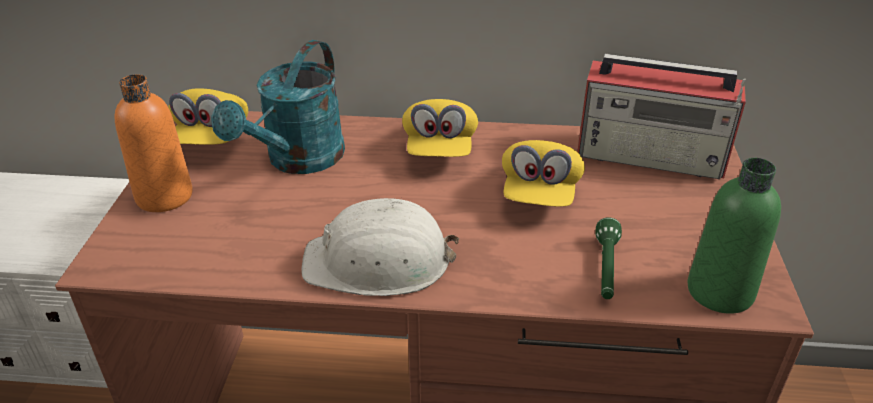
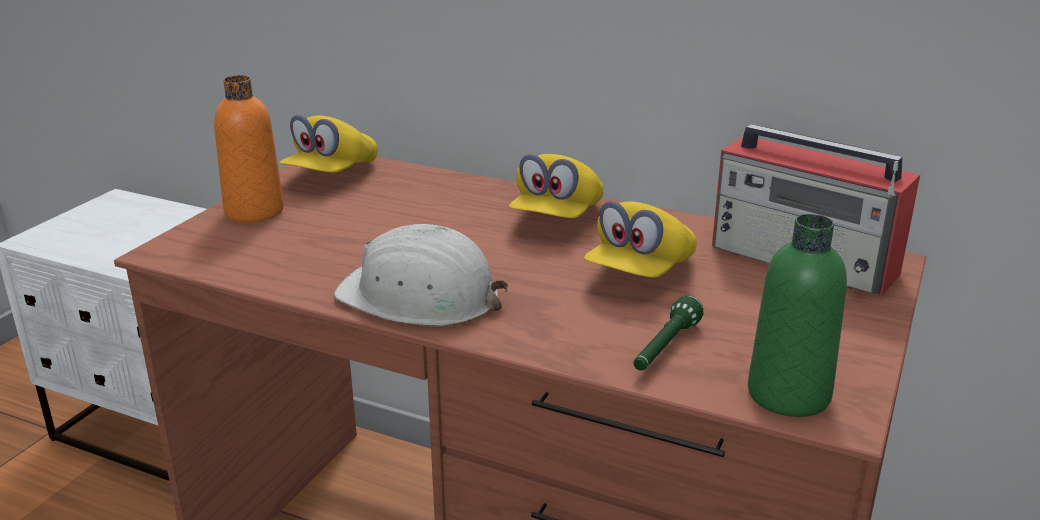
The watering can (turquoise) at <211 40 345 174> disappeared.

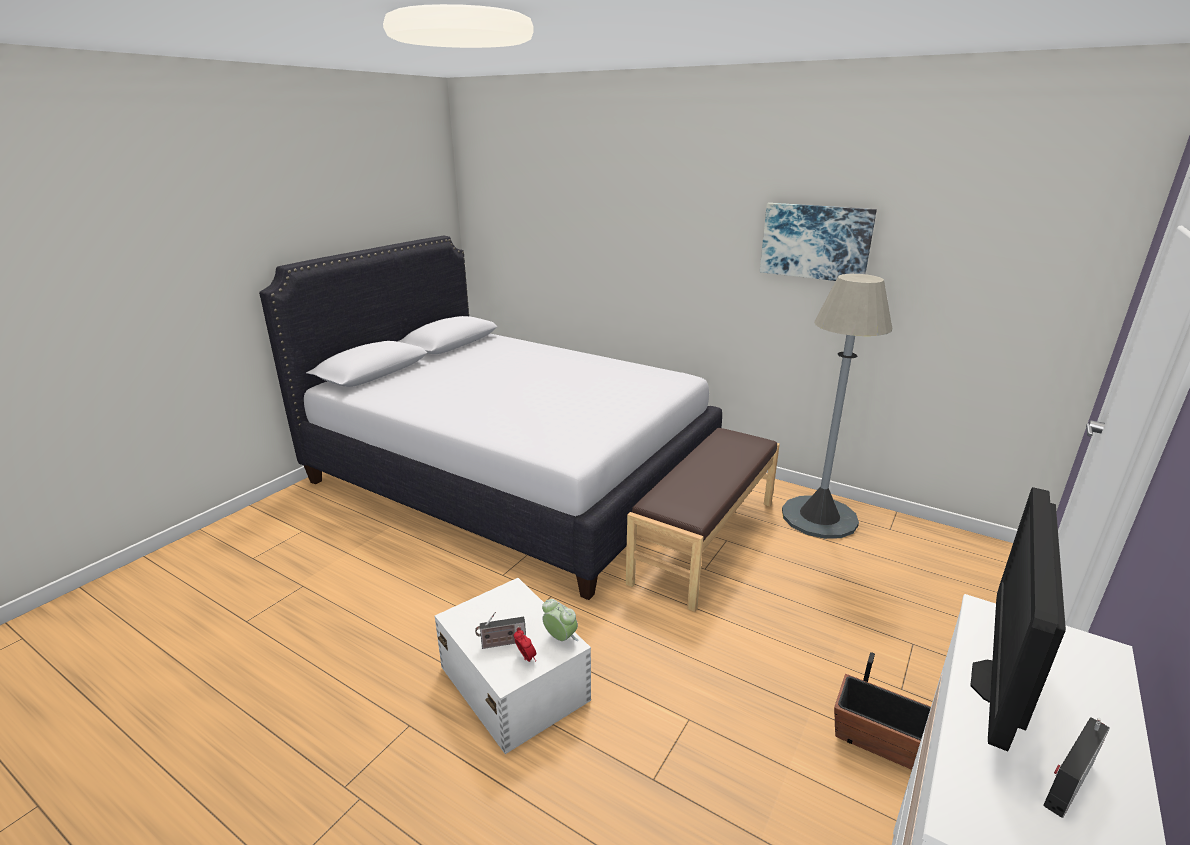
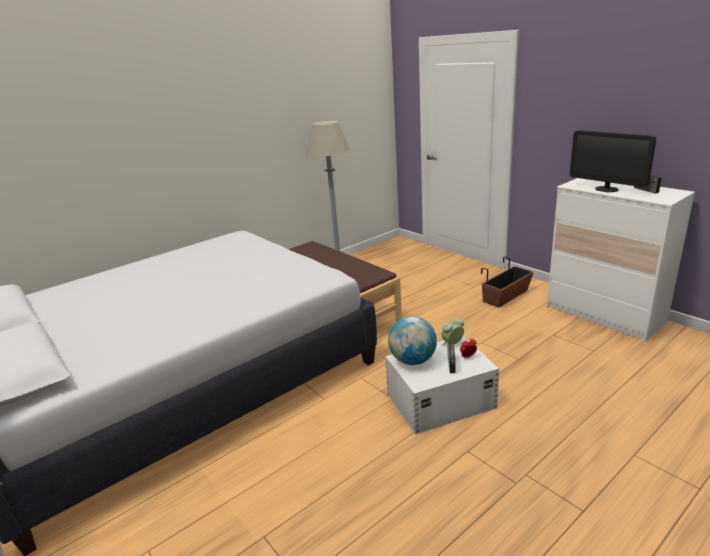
The picture at <760 203 877 281> disappeared.
The globe at <388 316 437 365> appeared.

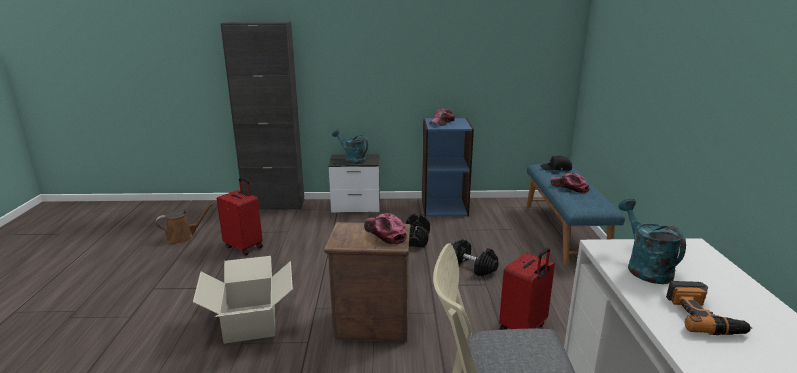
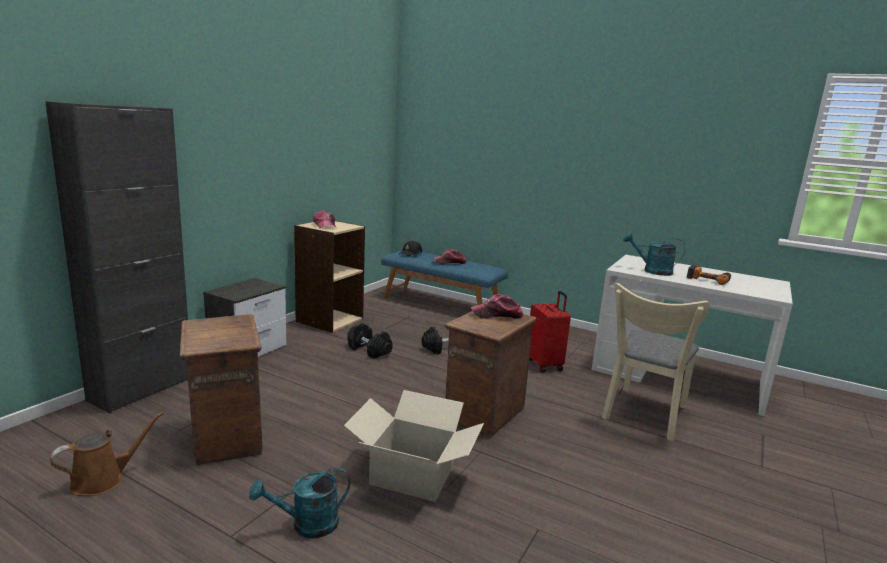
The watering can (brown) at <156 202 214 244> turned 45 degrees clockwise.
The suitcase (red) at <217 178 263 255> was replaced by the crate at <180 314 262 465>.
The watering can (turquoise) moved from <332 129 368 164> to <249 467 350 538>.
The bookcase (blue) at <422 118 474 216> became the bookcase (beige) at <294 221 365 333>.

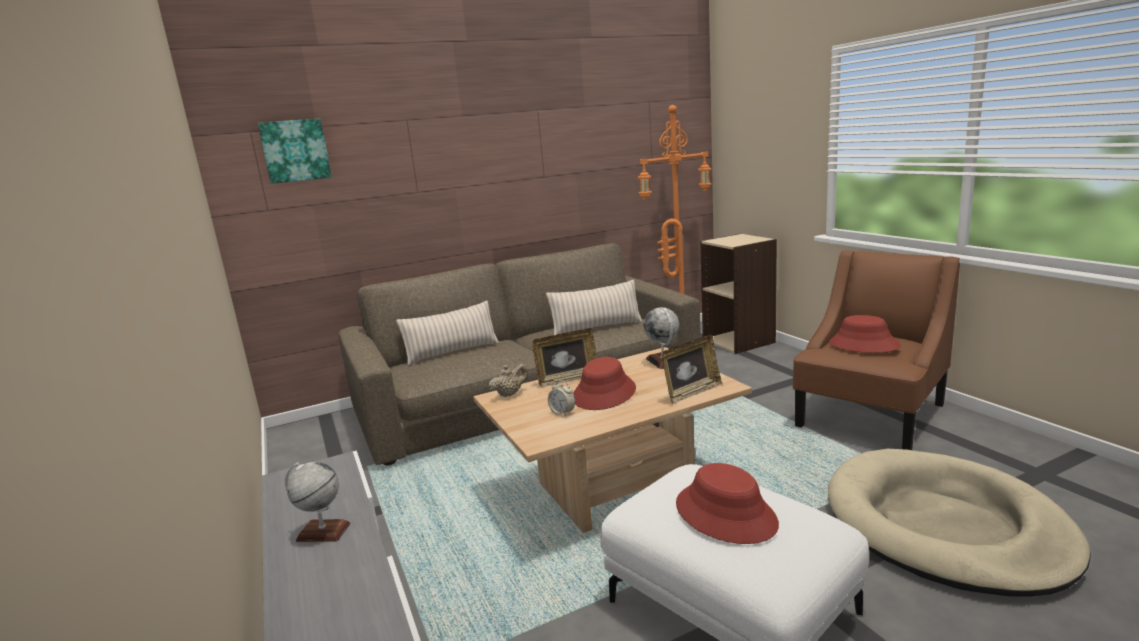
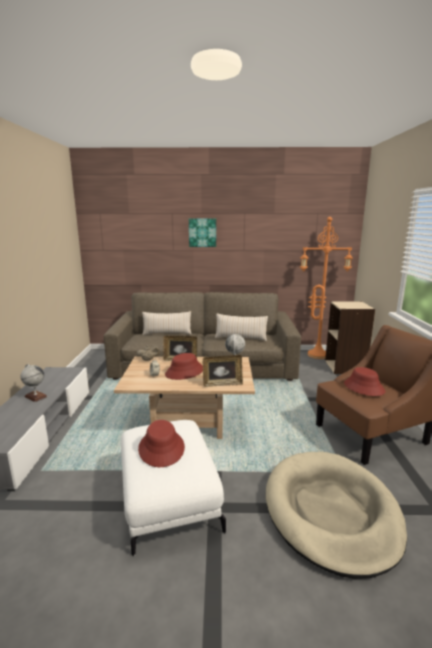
The picture moved from <258 118 332 184> to <189 219 216 247>.

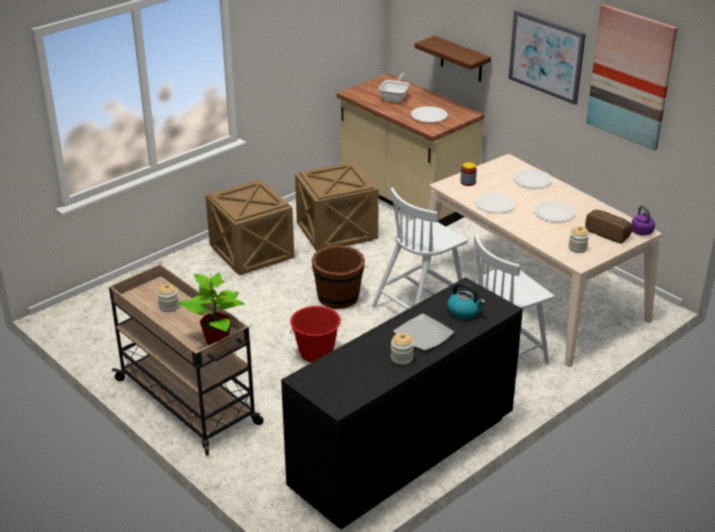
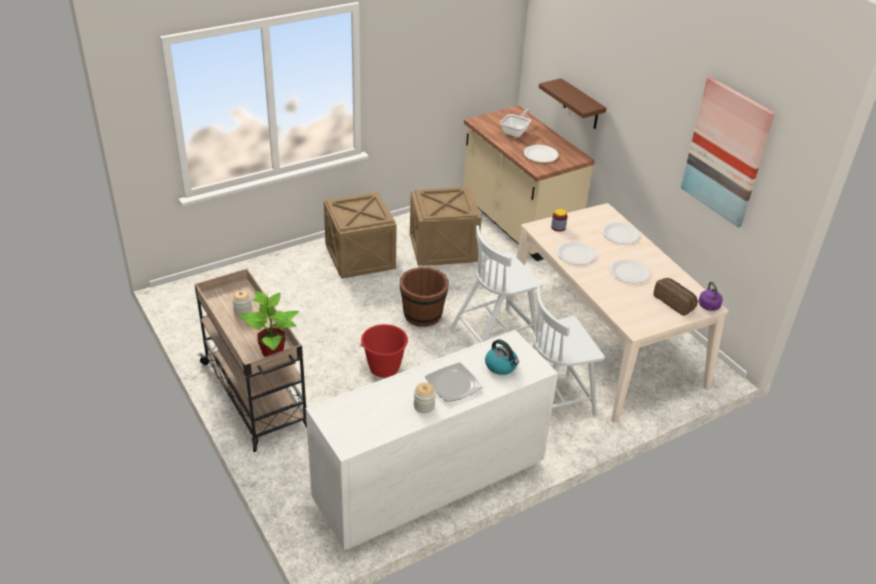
The dresser (black) at <281 277 523 529> became the dresser (white) at <306 330 558 550>.
The picture at <508 10 586 105> disappeared.
The jar at <568 226 589 253> disappeared.

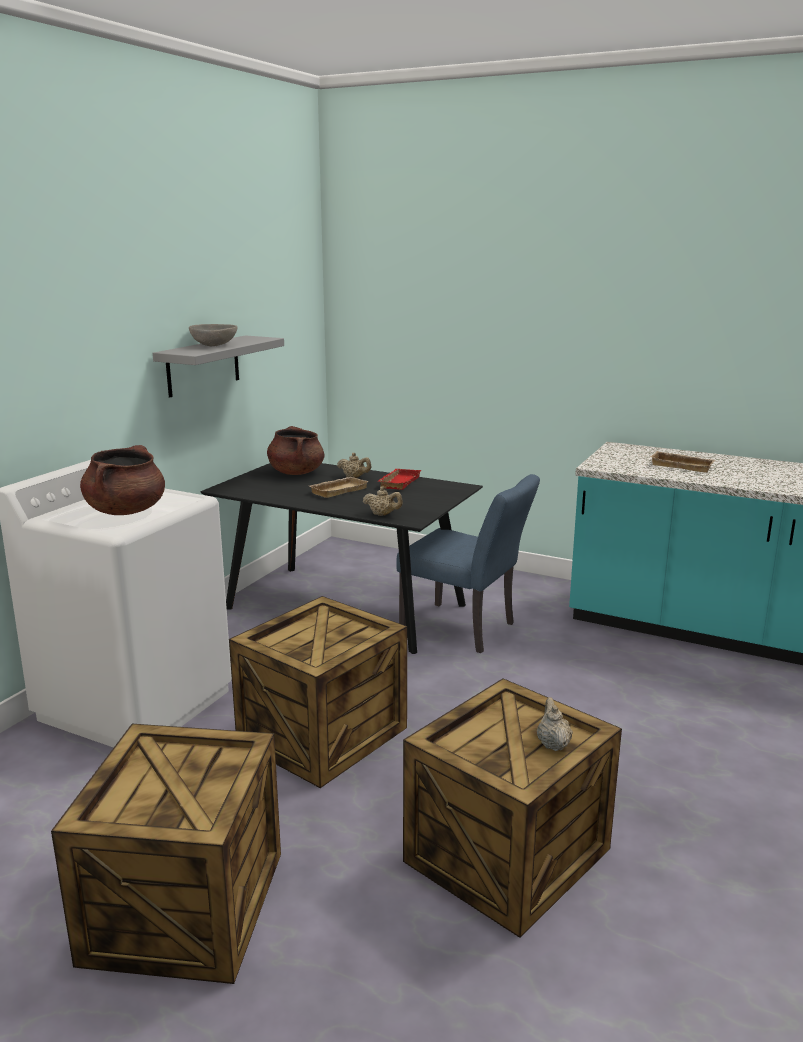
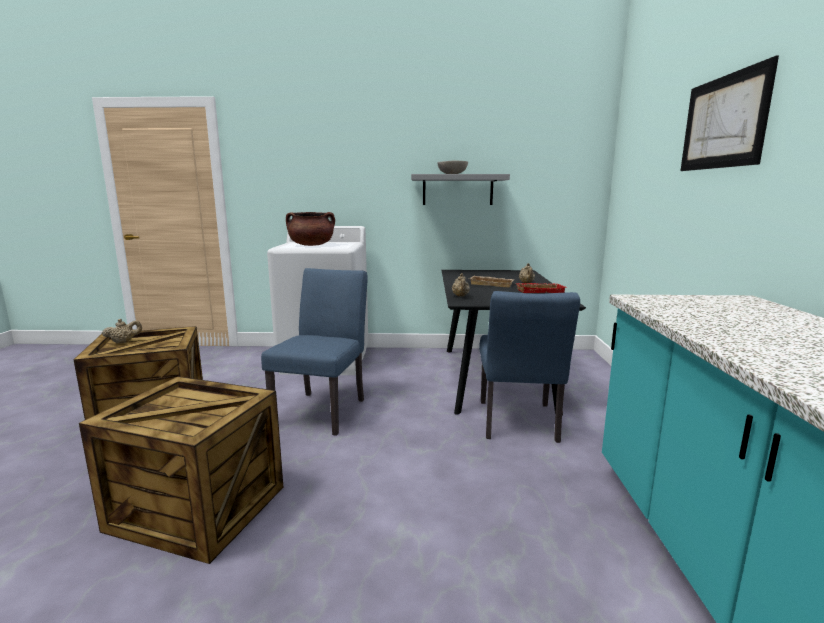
The crate at <229 596 407 788> was replaced by the chair (blue) at <261 268 368 436>.
The cooking pot (brown) at <267 426 325 475> disappeared.
The teapot (beige) moved from <537 697 573 751> to <102 319 142 344>.
The tray (beige) at <650 451 715 473> disappeared.
The picture at <680 56 779 171> appeared.

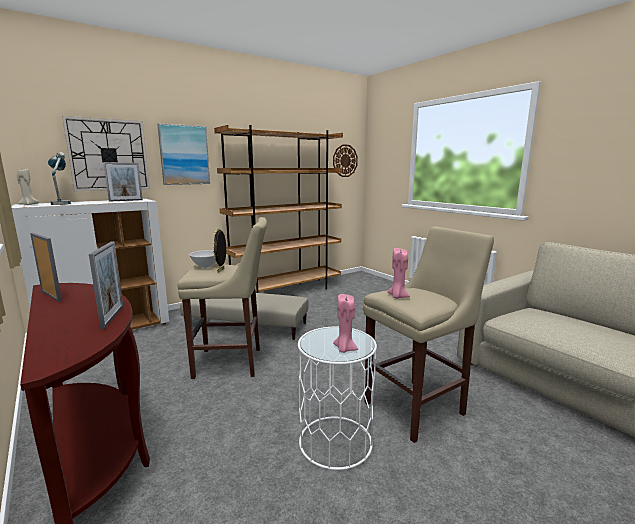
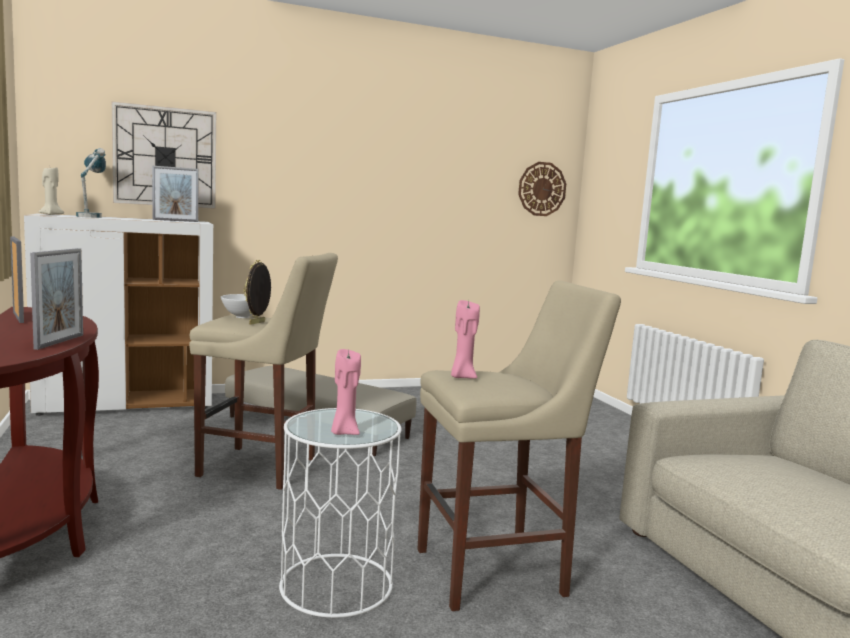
The picture at <157 123 210 185> disappeared.
The bookcase (brown) at <214 125 343 293> disappeared.

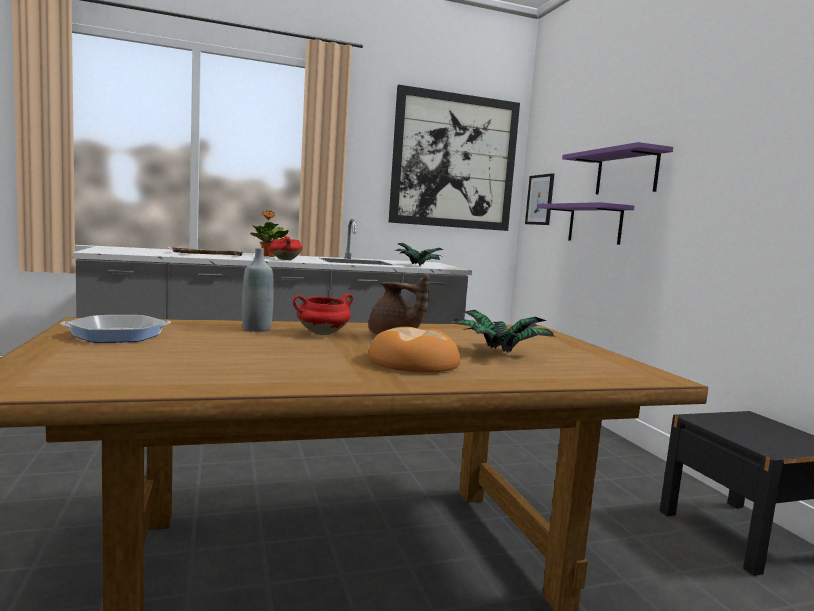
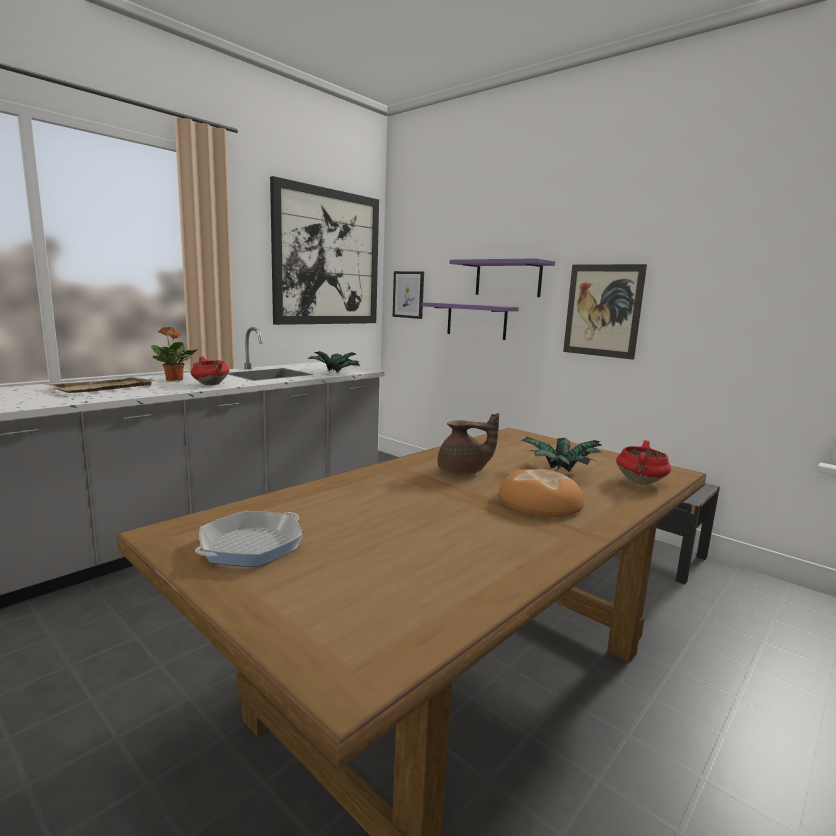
The bottle (grey) at <242 248 274 332> disappeared.
The cooking pot (red) moved from <293 293 353 335> to <616 440 671 485>.
The picture at <563 264 647 360> appeared.

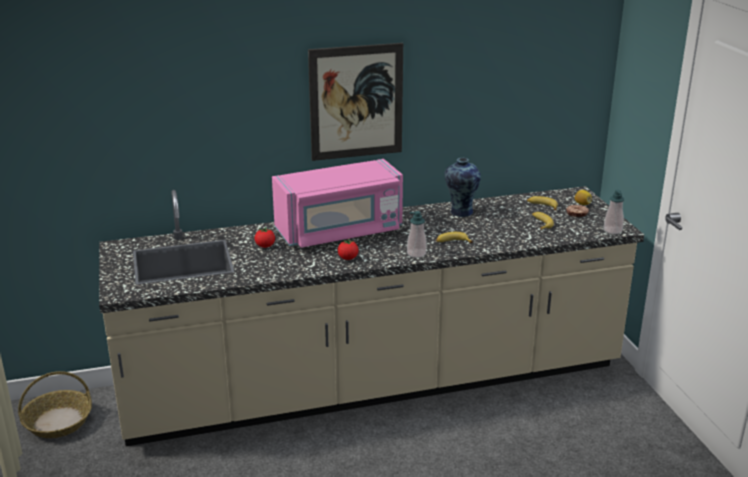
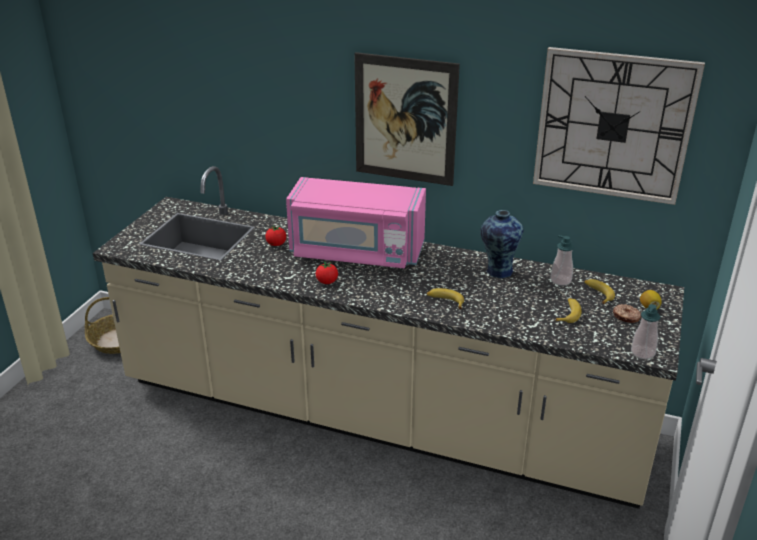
The soap dispenser moved from <407 211 427 258> to <550 235 574 286>.
The wall clock at <533 47 705 205> appeared.

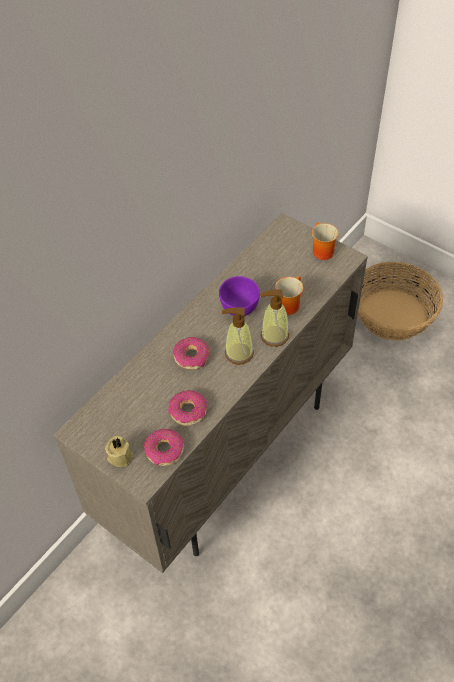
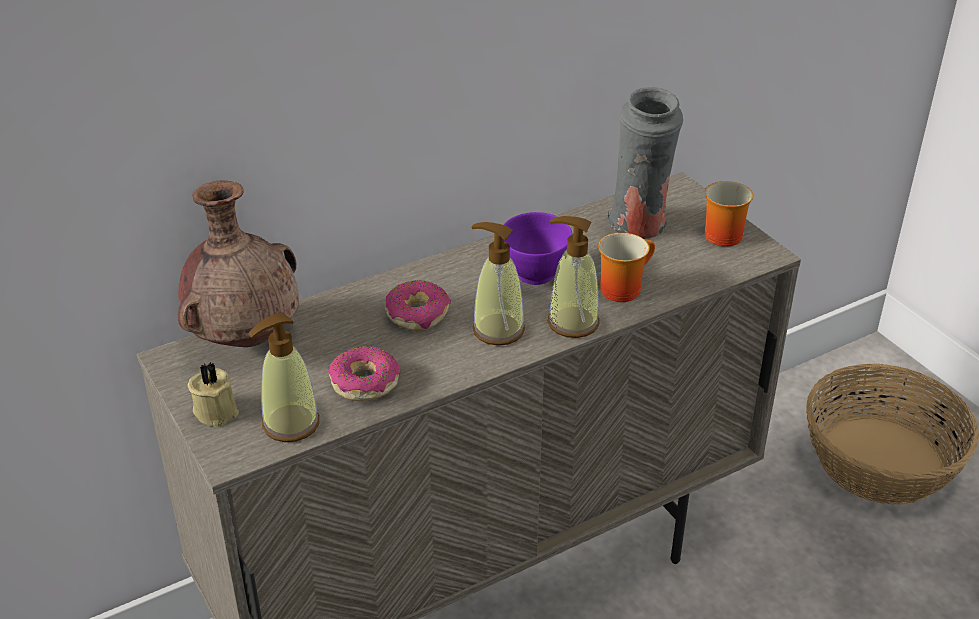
The donut at <144 429 184 466> was replaced by the soap dispenser at <248 312 320 442>.
The vase (brown) at <177 180 299 347> appeared.
The vase (grey) at <608 87 683 239> appeared.

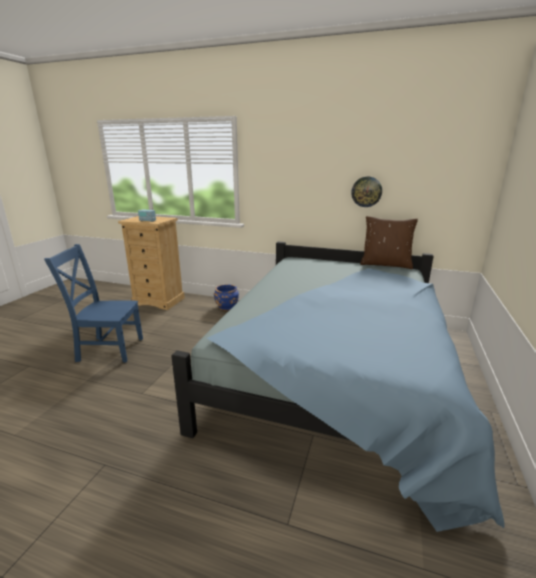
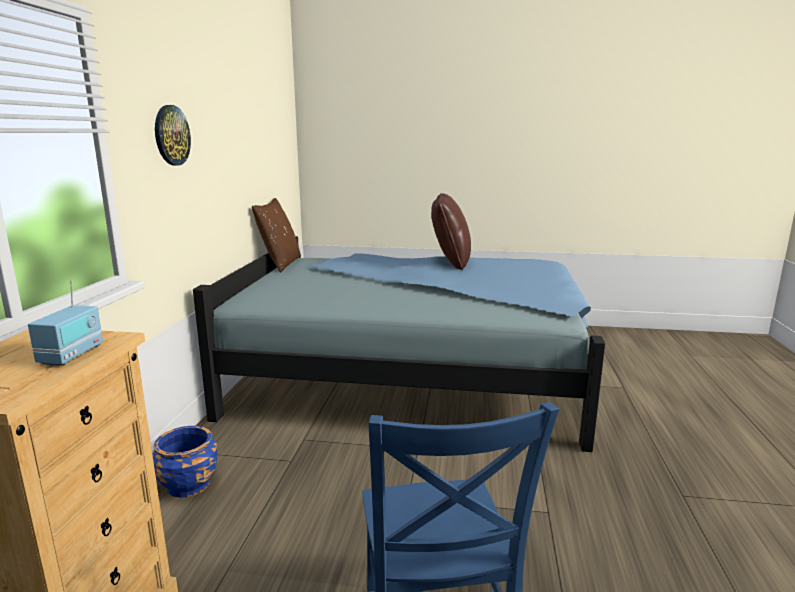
The wall clock moved from <351 176 382 207> to <155 105 191 166>.
The pillow (brown) at <431 193 471 270> appeared.

